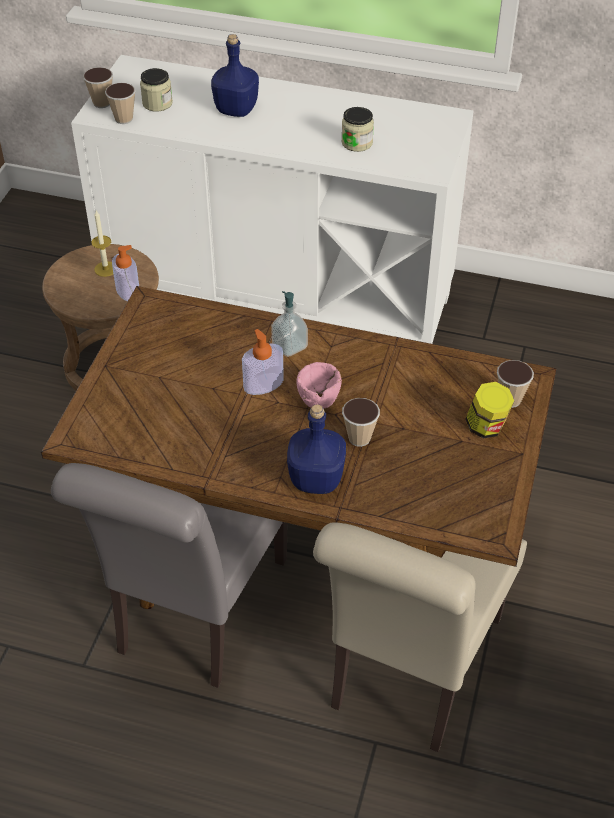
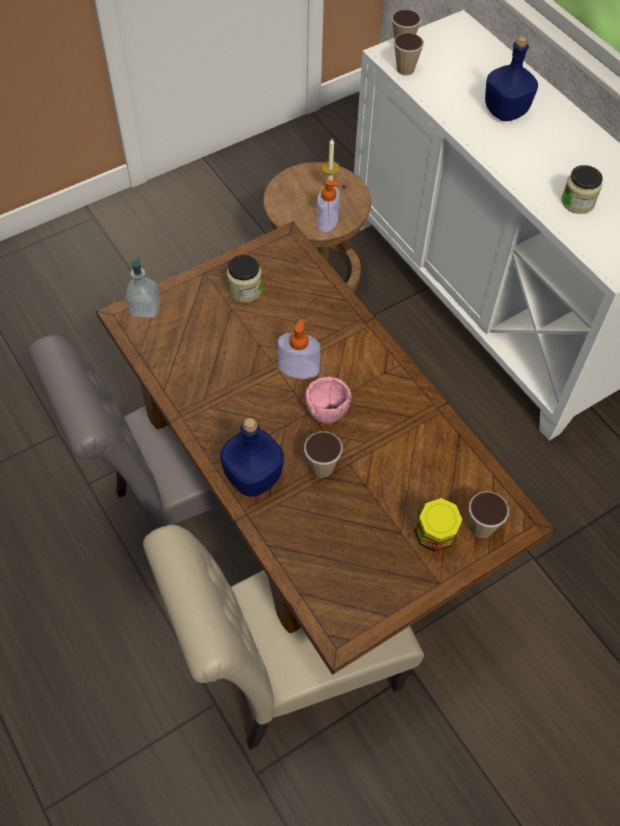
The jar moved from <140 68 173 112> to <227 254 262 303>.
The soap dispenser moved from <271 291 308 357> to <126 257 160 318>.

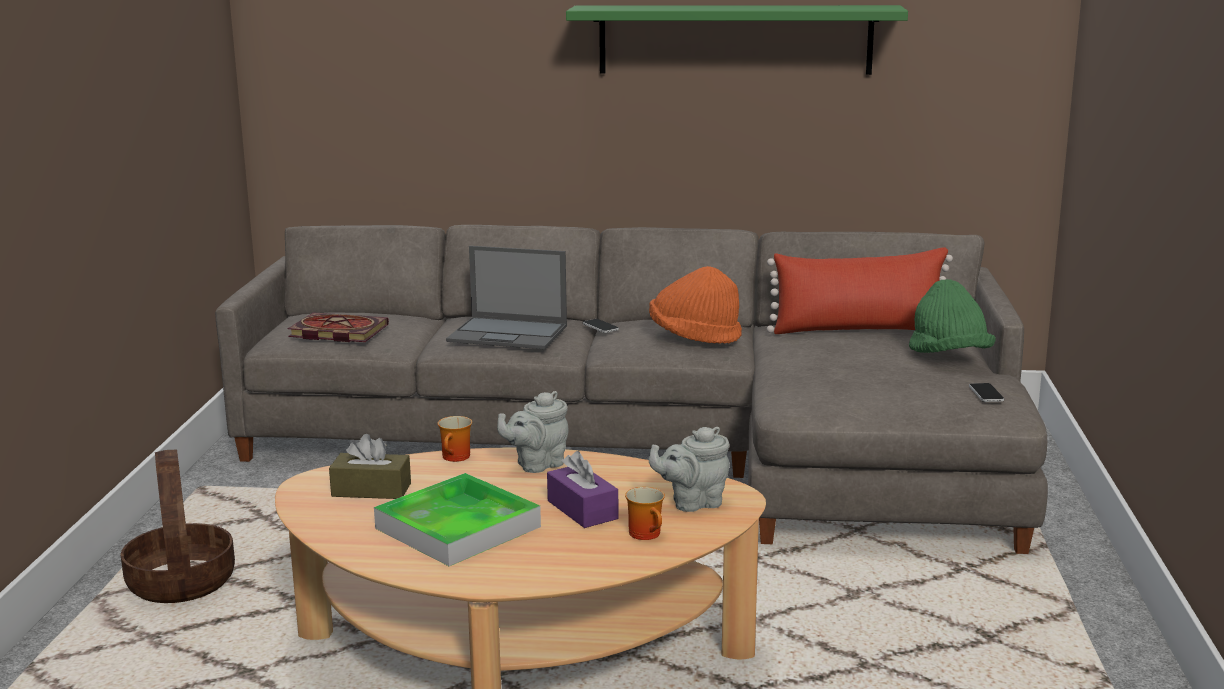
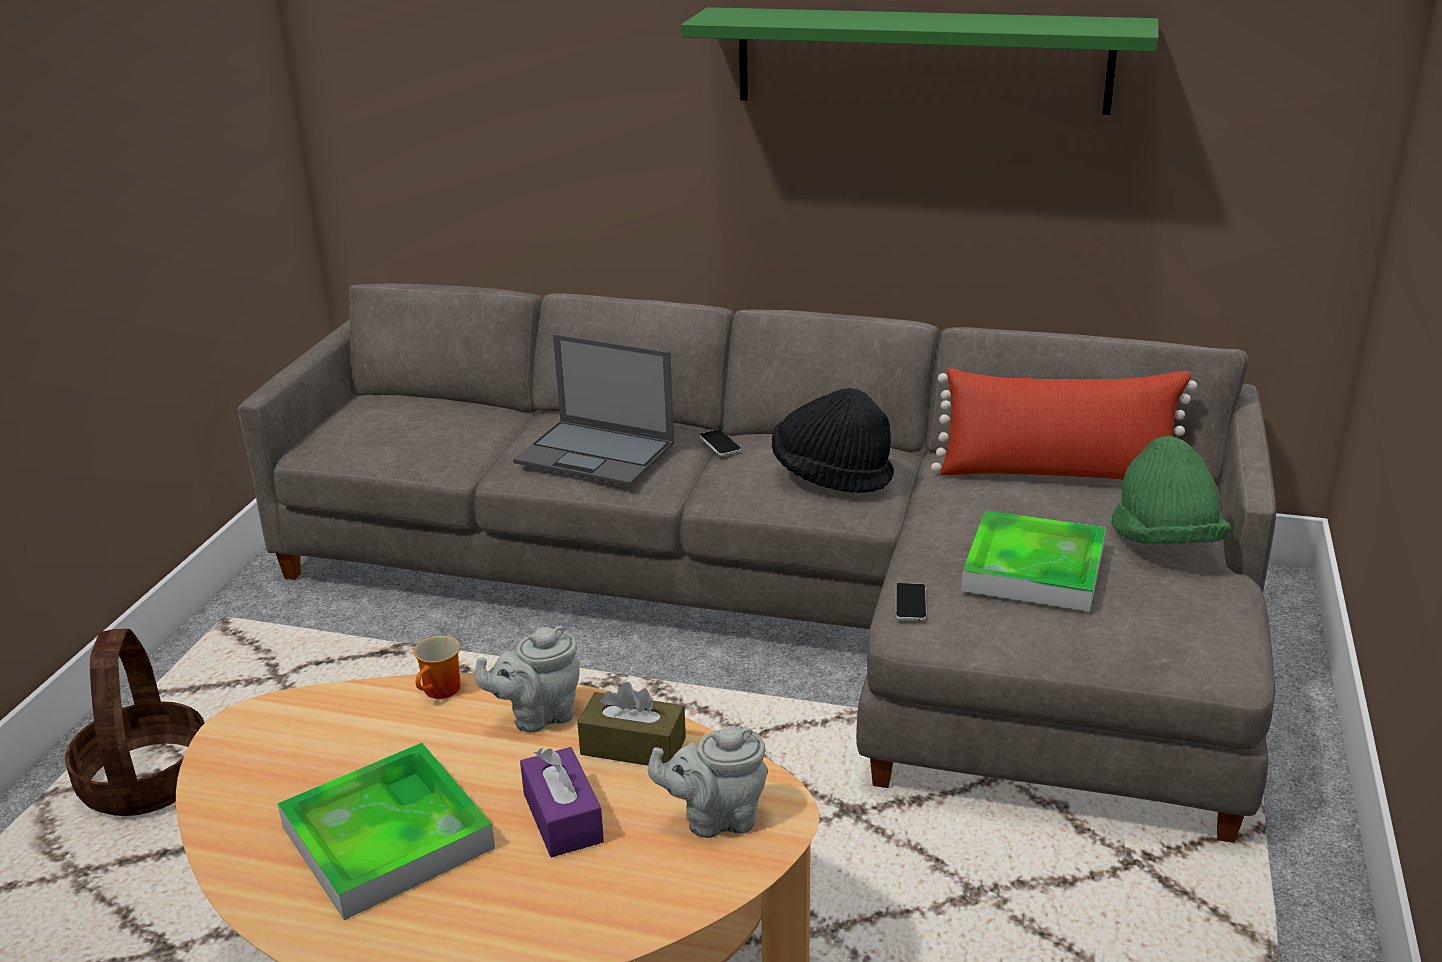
The book at <288 312 389 342> disappeared.
The tissue box (brown) moved from <329 434 411 499> to <577 682 686 766>.
The mug at <625 487 665 540> disappeared.
The hat (orange) at <649 266 742 344> became the hat (black) at <772 388 894 493>.
The phone moved from <969 383 1004 402> to <896 583 927 621>.
The tray at <962 510 1106 612> appeared.

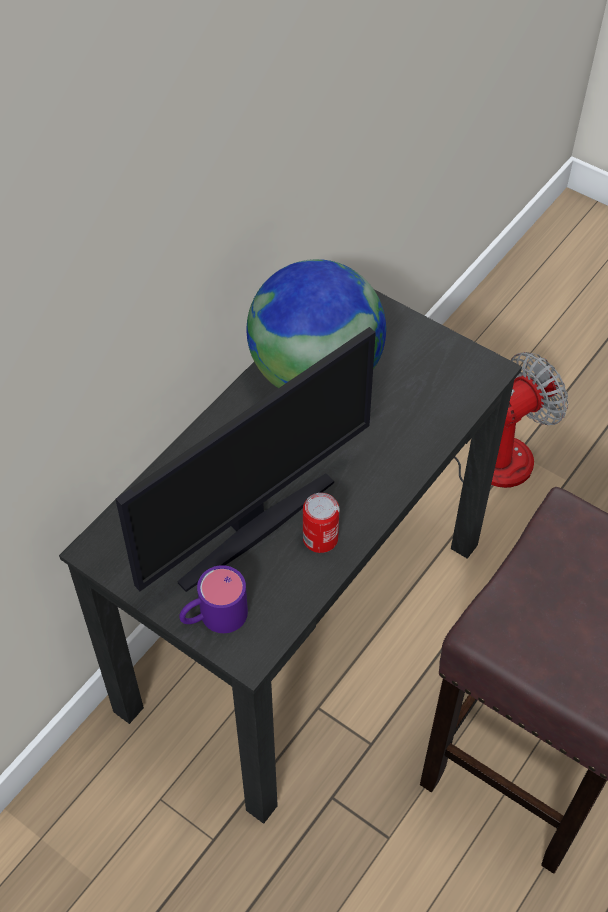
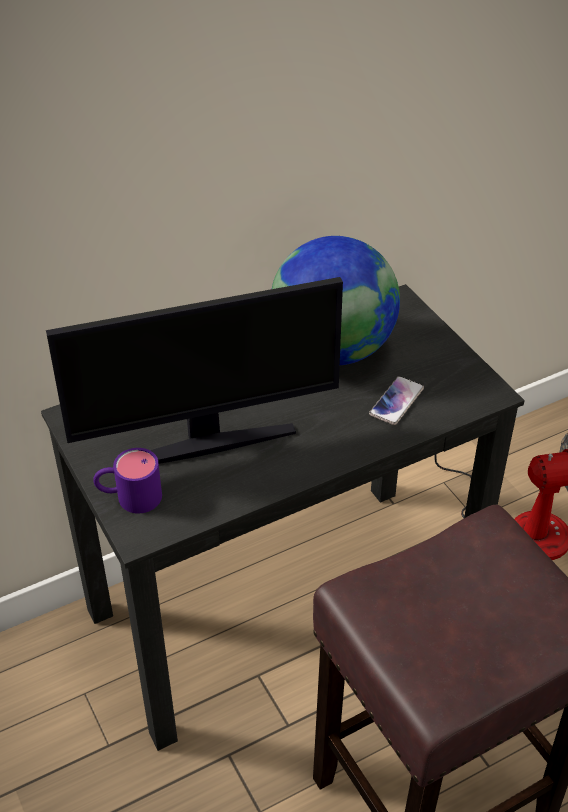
The can at <303 493 339 553> disappeared.
The phone at <369 376 424 425> appeared.

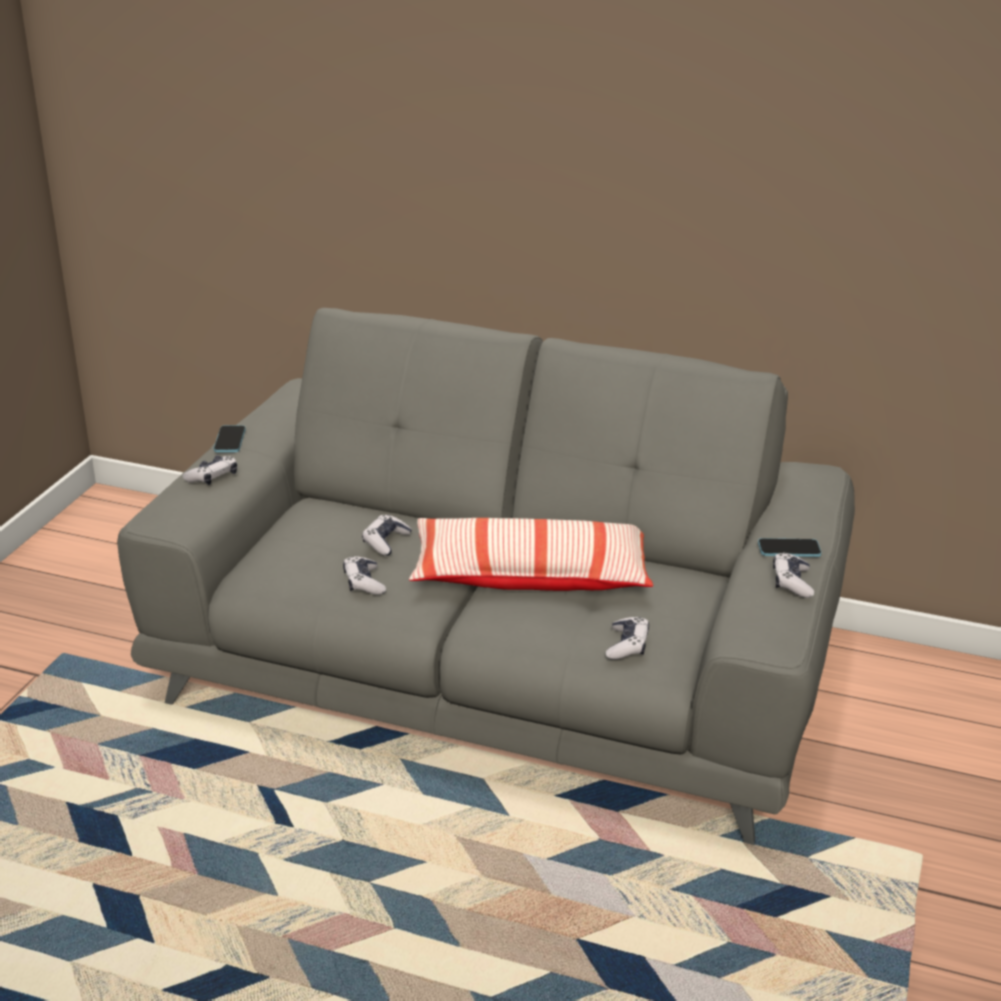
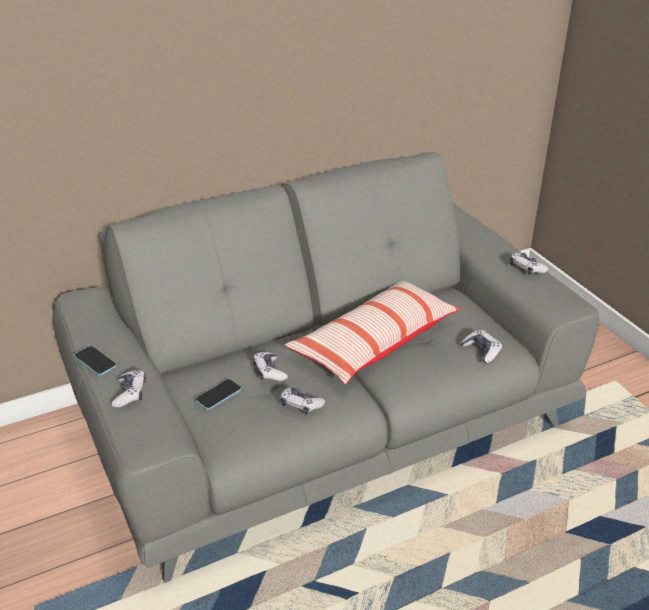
The phone moved from <758 538 821 557> to <195 379 241 410>.

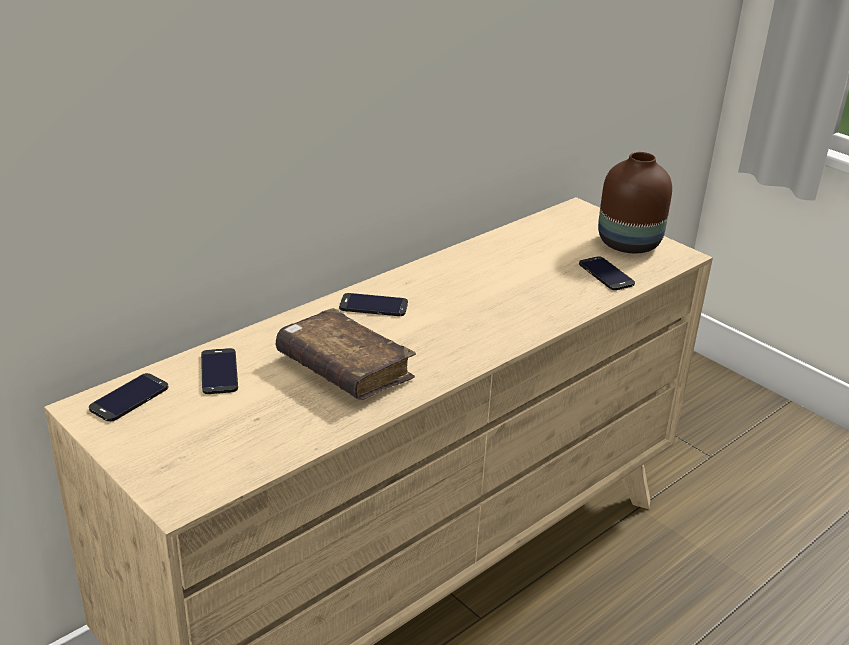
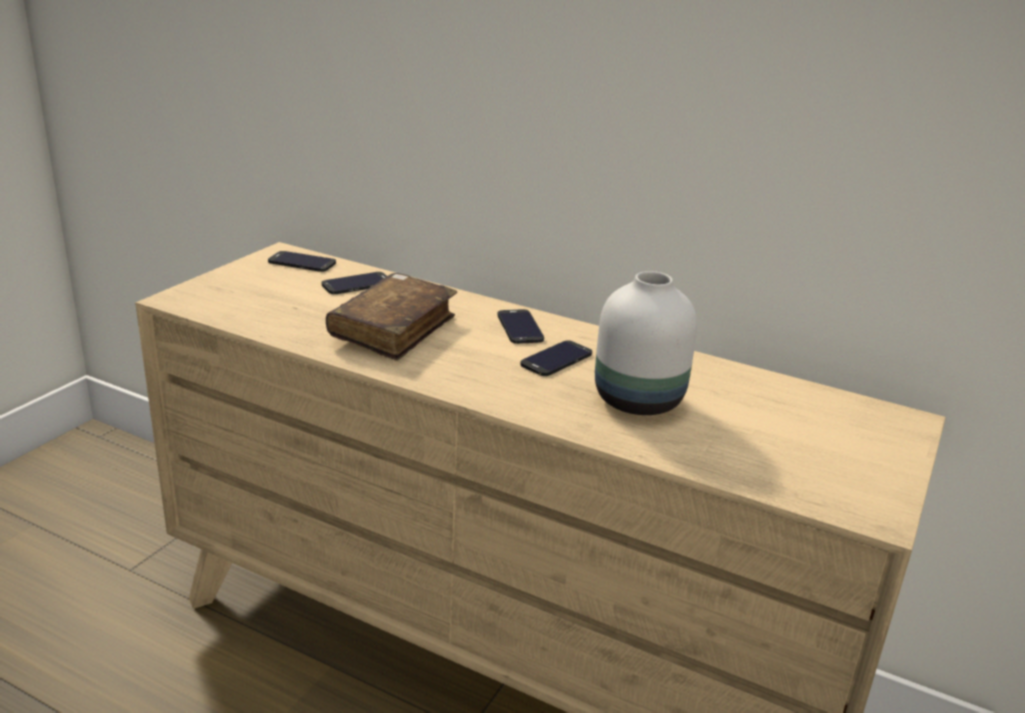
The phone moved from <579 256 635 290> to <520 340 592 376>.
The vase (brown) at <598 152 672 253> disappeared.
The vase (white) at <595 271 697 415> appeared.

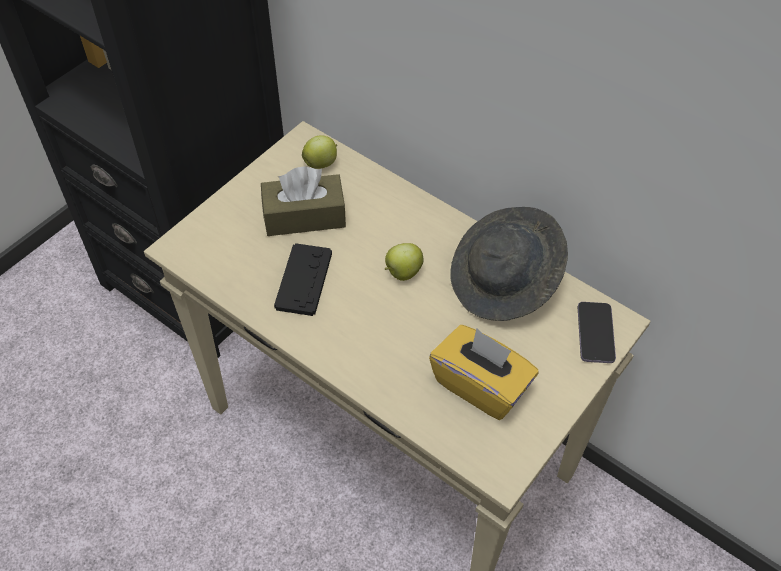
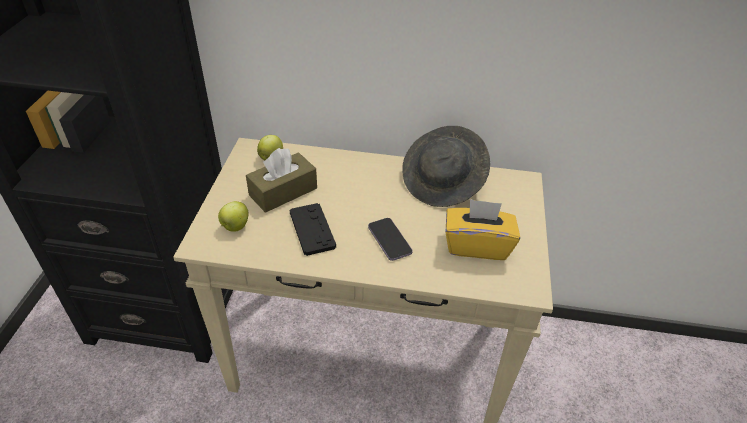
The apple moved from <385 243 424 281> to <218 201 249 232>.
The phone moved from <578 302 616 363> to <368 218 413 261>.

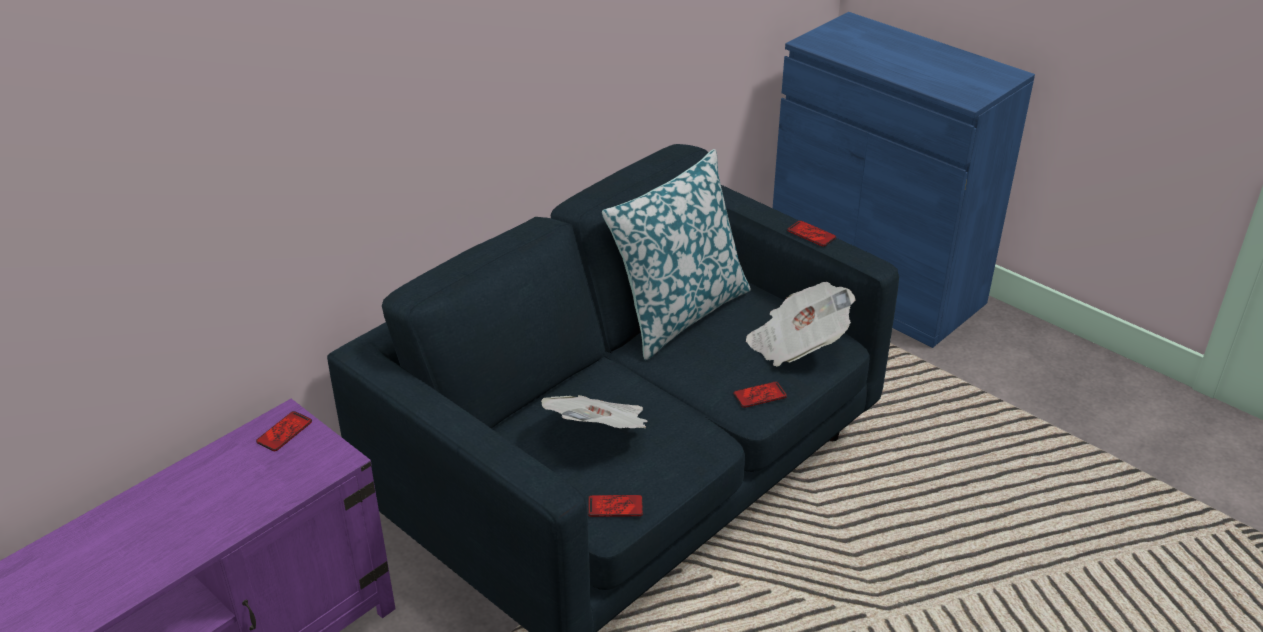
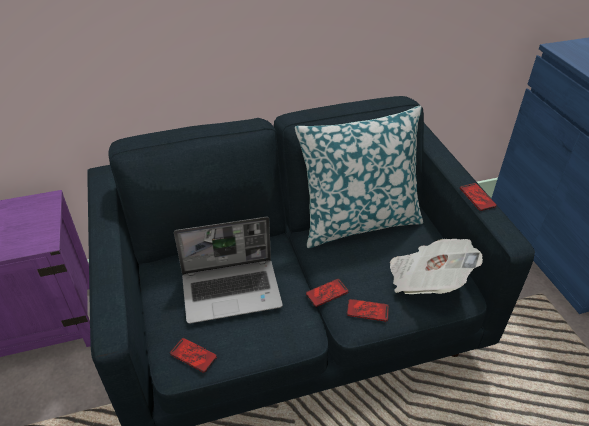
The phone moved from <256 411 312 451> to <306 279 349 307>.
The newspaper at <541 395 647 428> was replaced by the laptop at <174 217 283 324>.

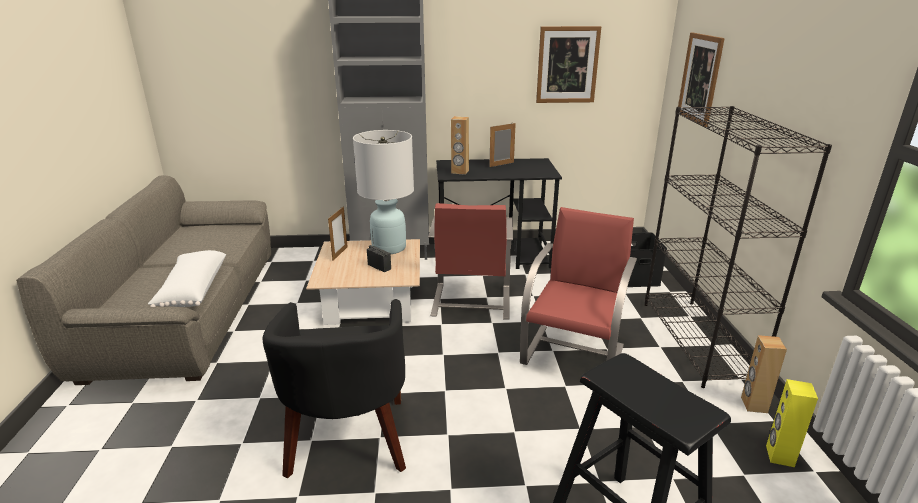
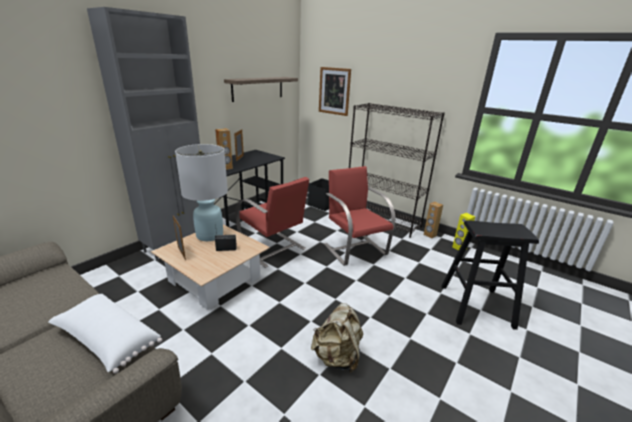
The armchair (black) at <263 299 406 478> was replaced by the backpack (beige) at <311 303 363 373>.
The picture at <536 26 602 103> was replaced by the shelf at <224 77 298 102>.

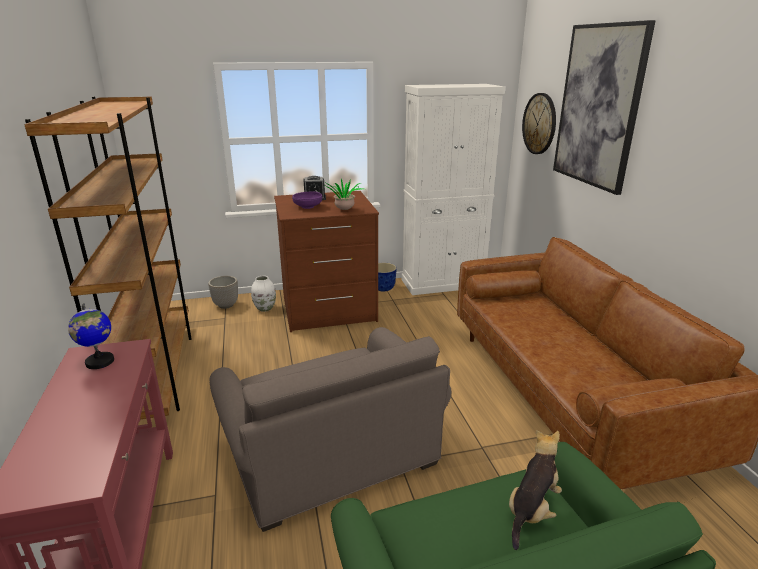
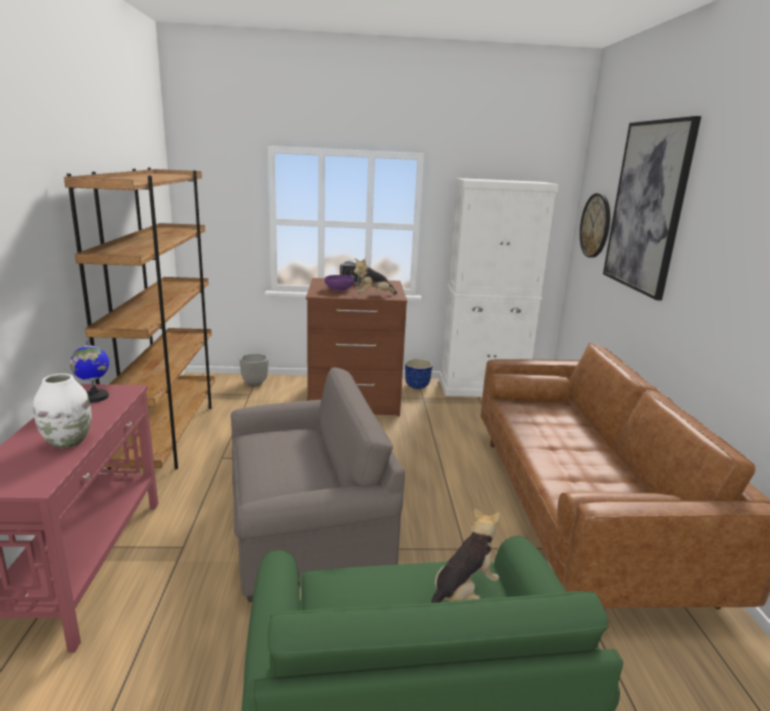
The armchair (grey) at <209 327 451 532> turned 90 degrees counterclockwise.
The vase (white) moved from <251 276 276 312> to <33 373 92 448>.
The potted plant at <322 179 363 210> was replaced by the plush toy at <353 258 397 294>.

